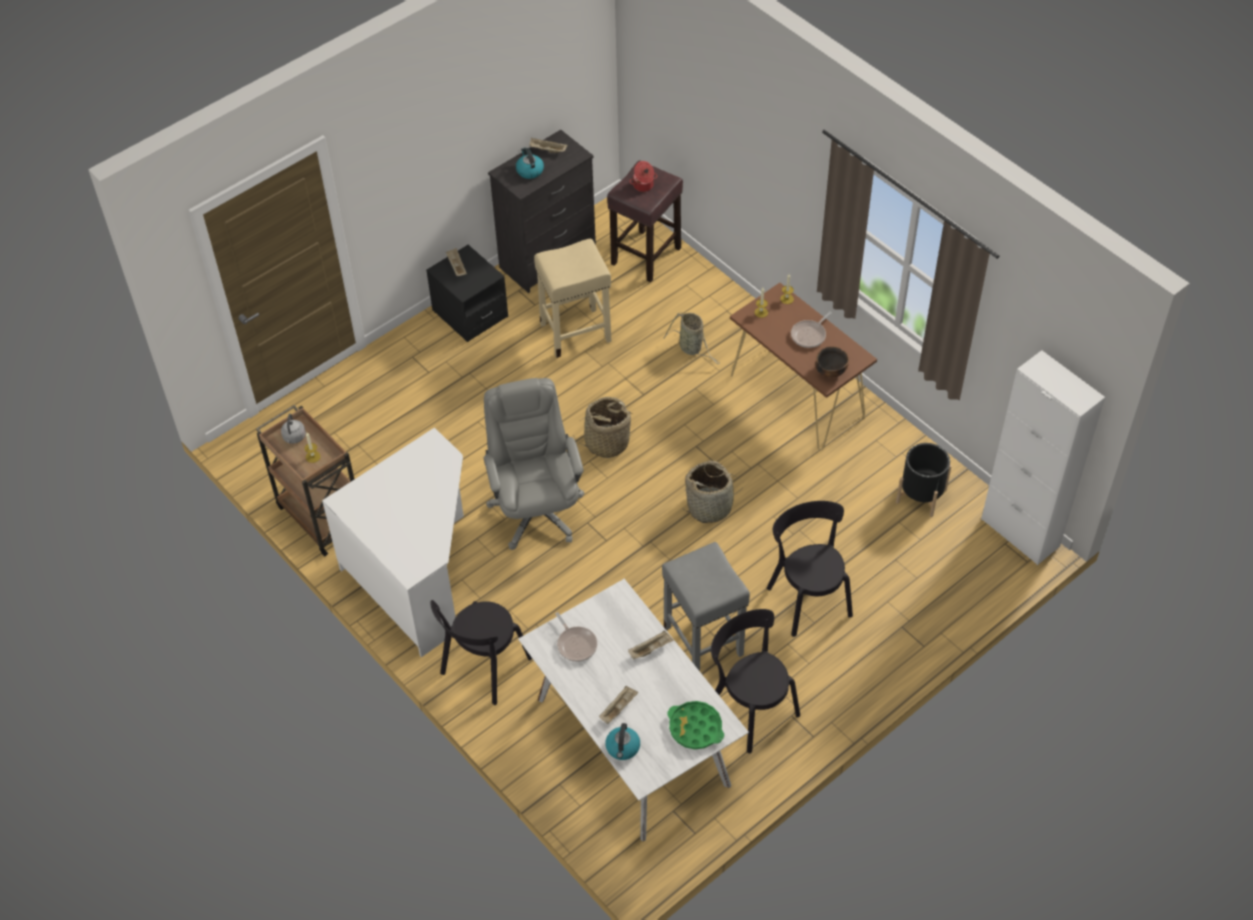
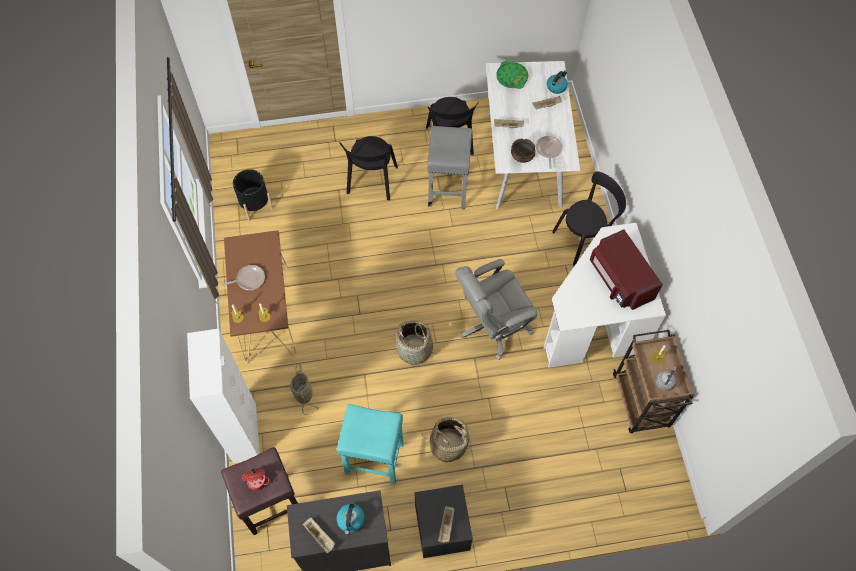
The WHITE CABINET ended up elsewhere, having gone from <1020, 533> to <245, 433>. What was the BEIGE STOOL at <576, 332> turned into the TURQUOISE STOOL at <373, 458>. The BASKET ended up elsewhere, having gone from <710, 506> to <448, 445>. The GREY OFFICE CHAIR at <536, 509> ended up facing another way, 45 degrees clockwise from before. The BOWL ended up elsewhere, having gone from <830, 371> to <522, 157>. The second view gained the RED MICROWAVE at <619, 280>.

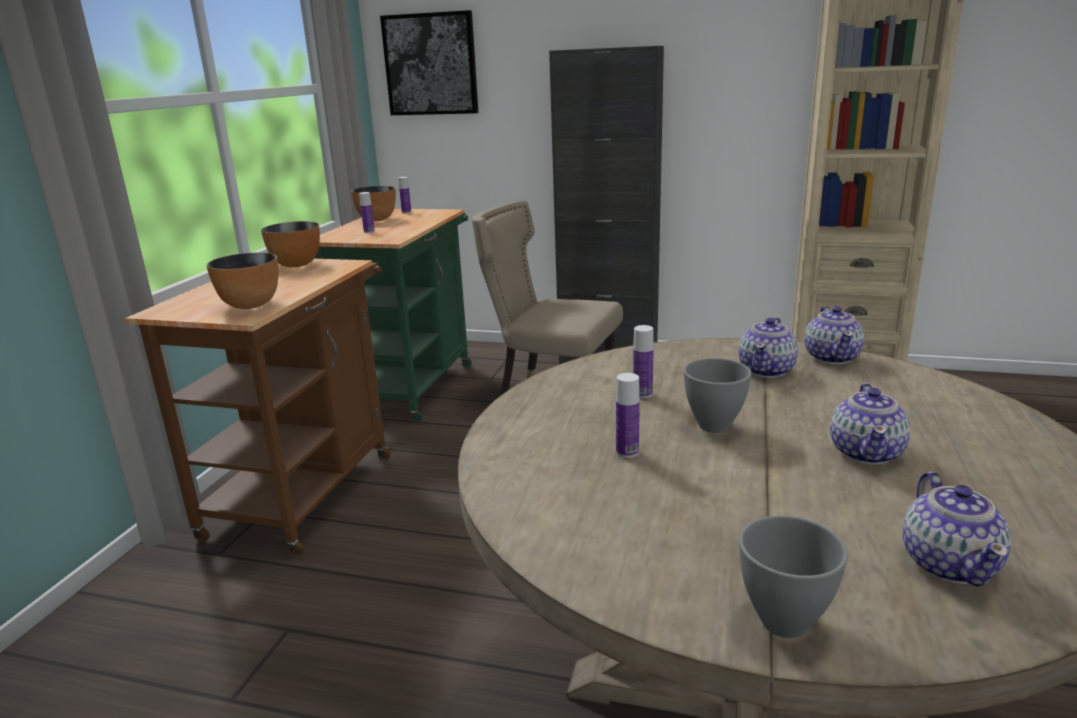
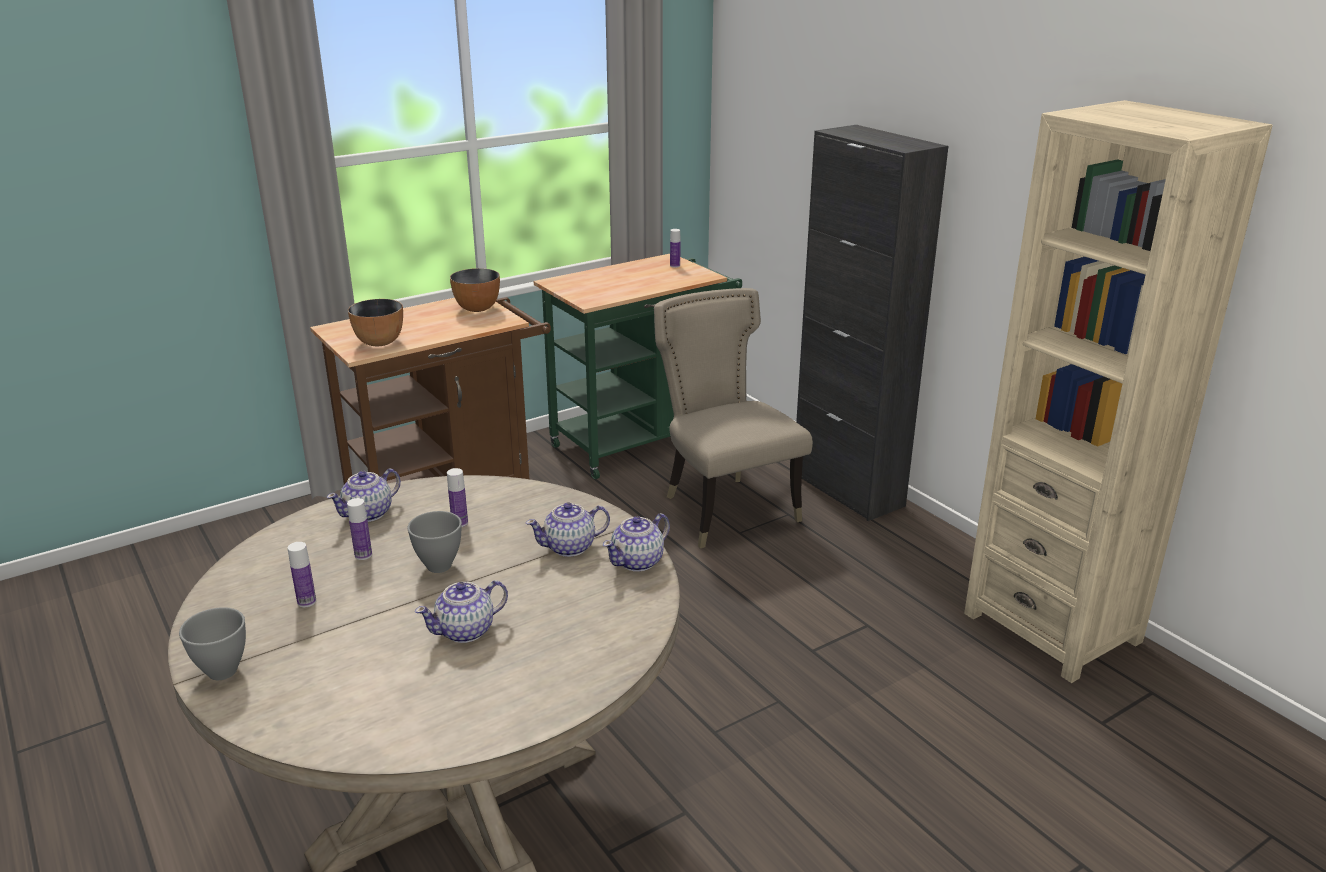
The BOTTLE ended up elsewhere, having gone from <369, 231> to <306, 602>. The TEAPOT ended up elsewhere, having gone from <949, 564> to <369, 513>. The second view lost the BOWL at <376, 219>. The second view lost the PICTURE at <431, 64>.

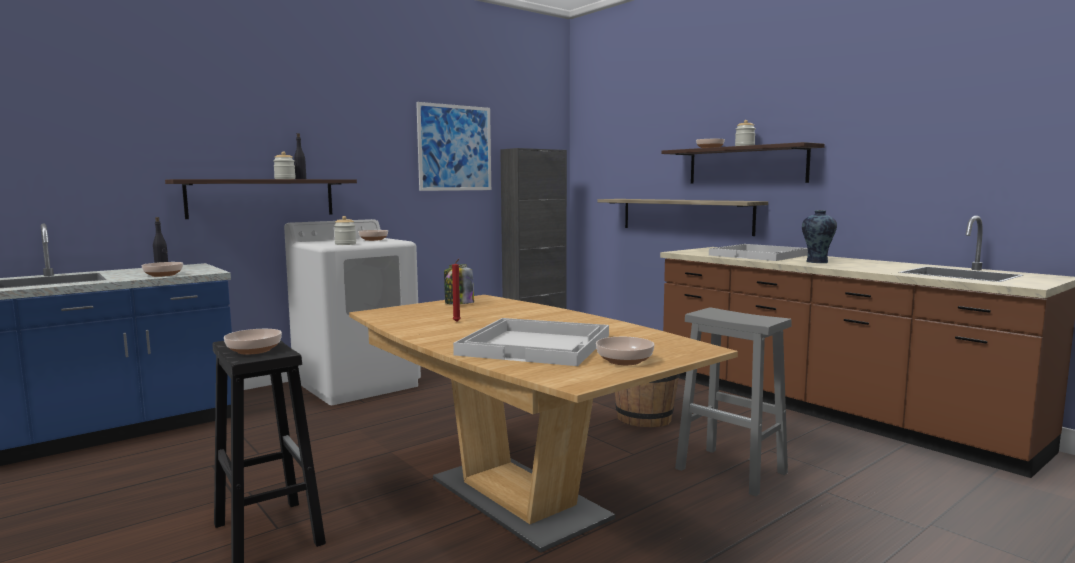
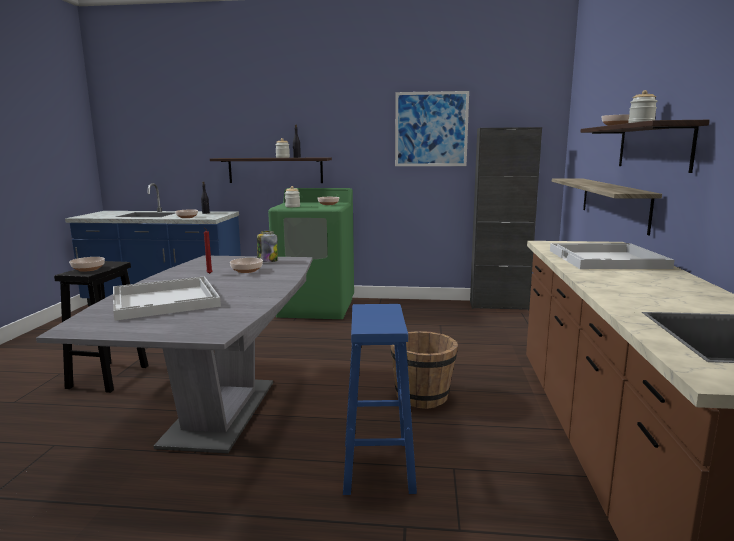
What was the BROWN DINING TABLE at <518, 498> turned into the GREY DINING TABLE at <220, 413>. The BOWL ended up elsewhere, having gone from <624, 361> to <246, 270>. What was the WHITE WASHING MACHINE at <357, 384> turned into the GREEN WASHING MACHINE at <316, 307>. What was the GREY STOOL at <732, 471> turned into the BLUE STOOL at <378, 467>. The second view lost the VASE at <817, 262>.

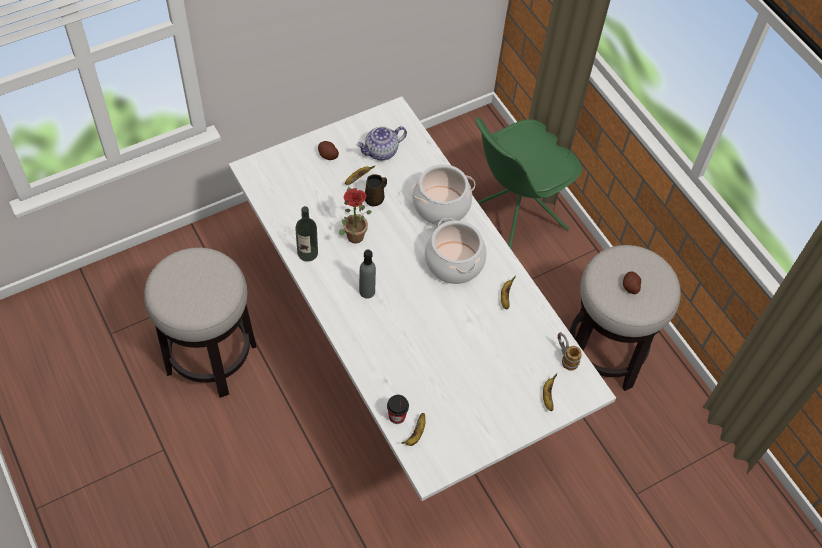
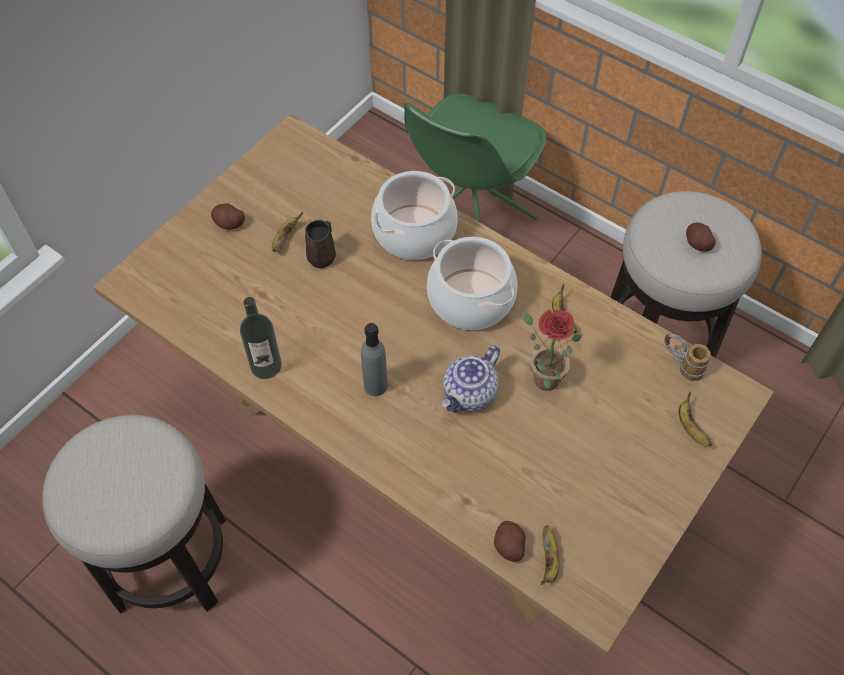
What was the WHITE DINING TABLE at <405, 355> turned into the BROWN DINING TABLE at <423, 448>. The TEAPOT ended up elsewhere, having gone from <381, 152> to <470, 394>. Where the CUP stood at <397, 416>, the POTATO came to stand at <509, 546>. The POTTED PLANT ended up elsewhere, having gone from <353, 234> to <541, 377>.

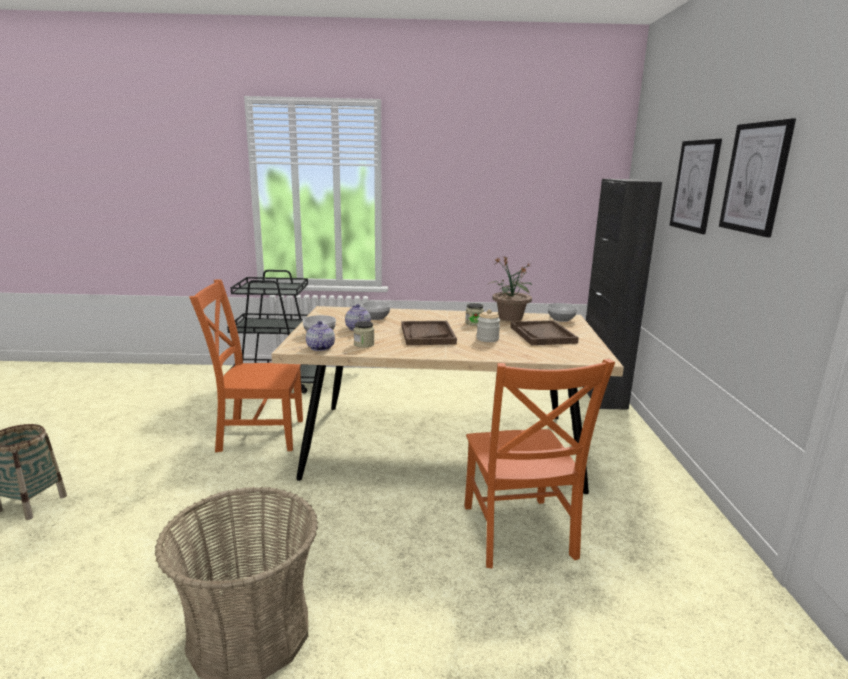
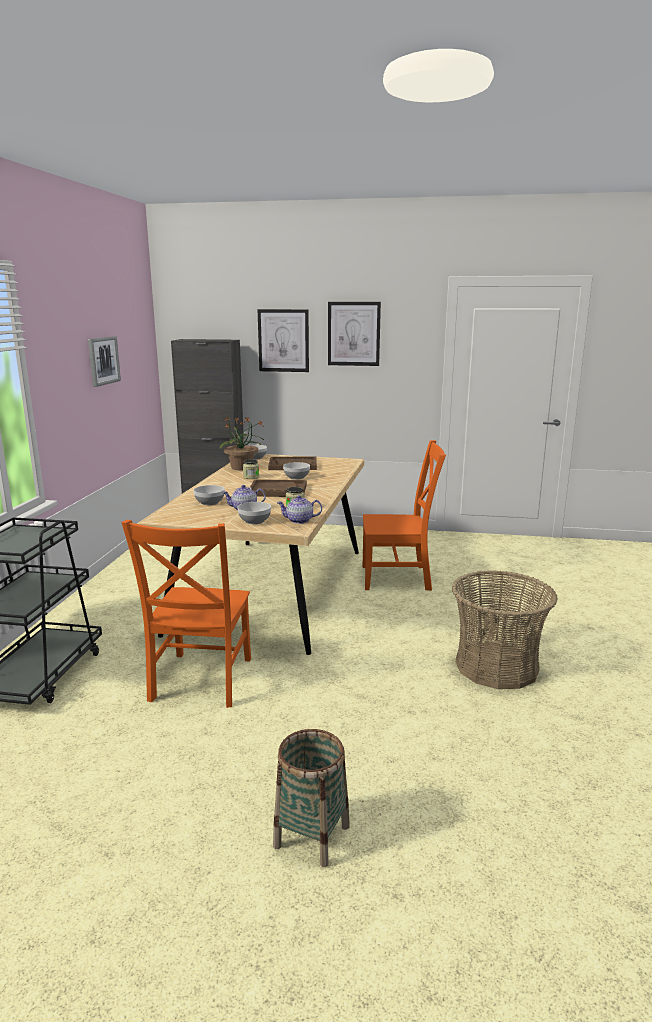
The second view gained the PICTURE at <103, 360>. Where the JAR stood at <487, 339>, the BOWL came to stand at <297, 477>.

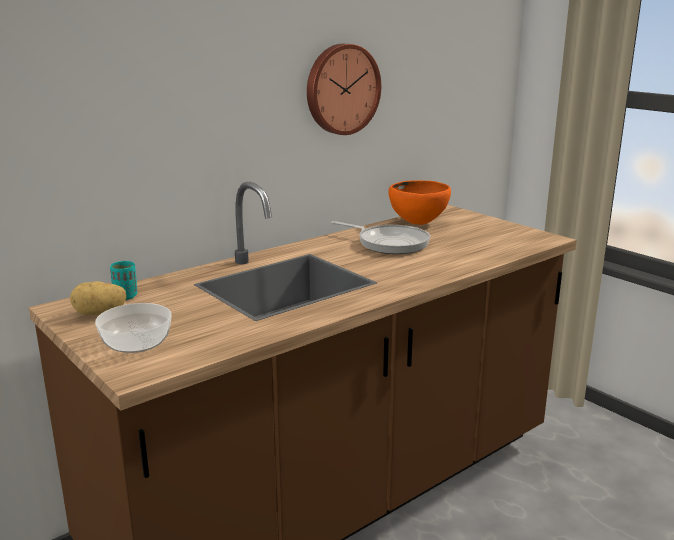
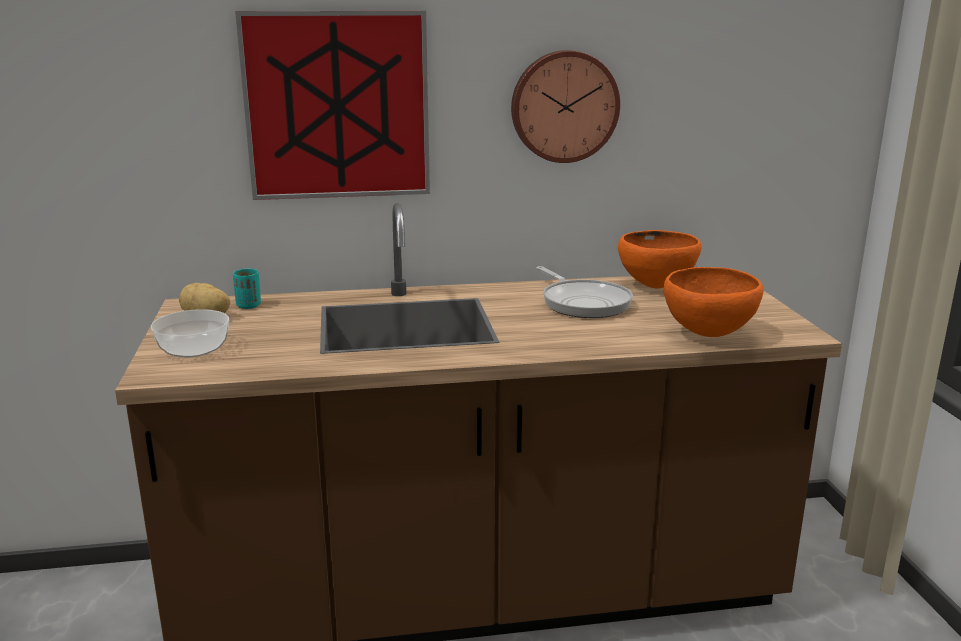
The second view gained the PICTURE at <337, 106>. The second view gained the ORANGE BOWL at <708, 334>.

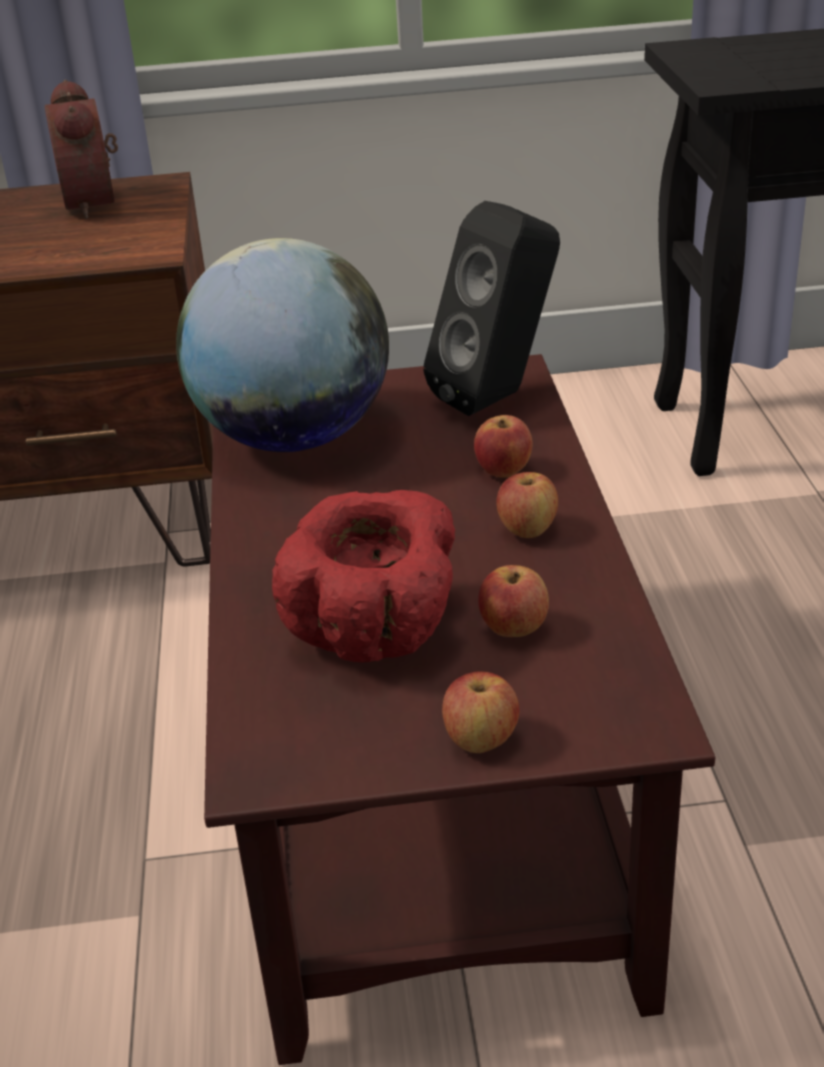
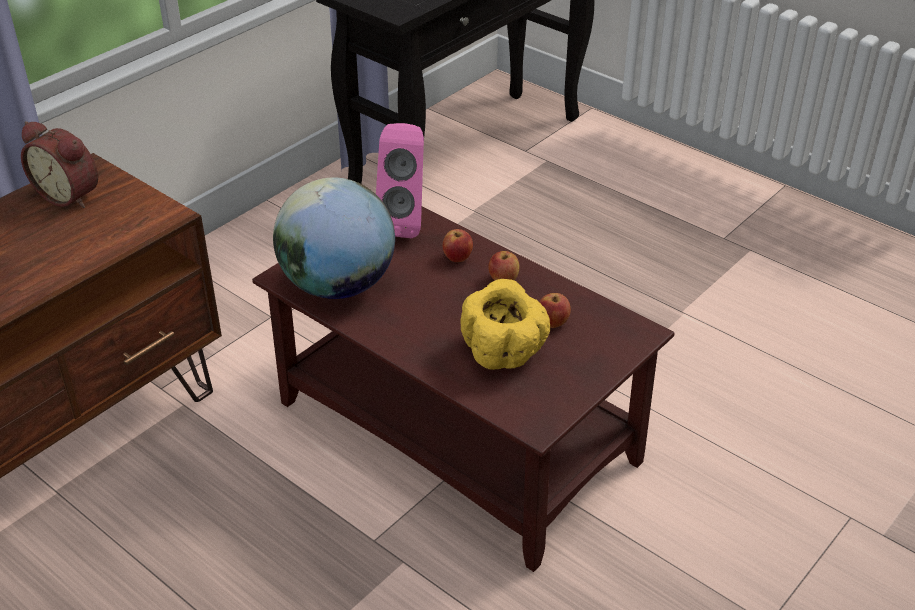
What was the BLACK SPEAKER at <499, 397> turned into the PINK SPEAKER at <405, 222>. What was the RED BOWL at <377, 631> turned into the YELLOW BOWL at <504, 351>. The second view lost the APPLE at <480, 740>.

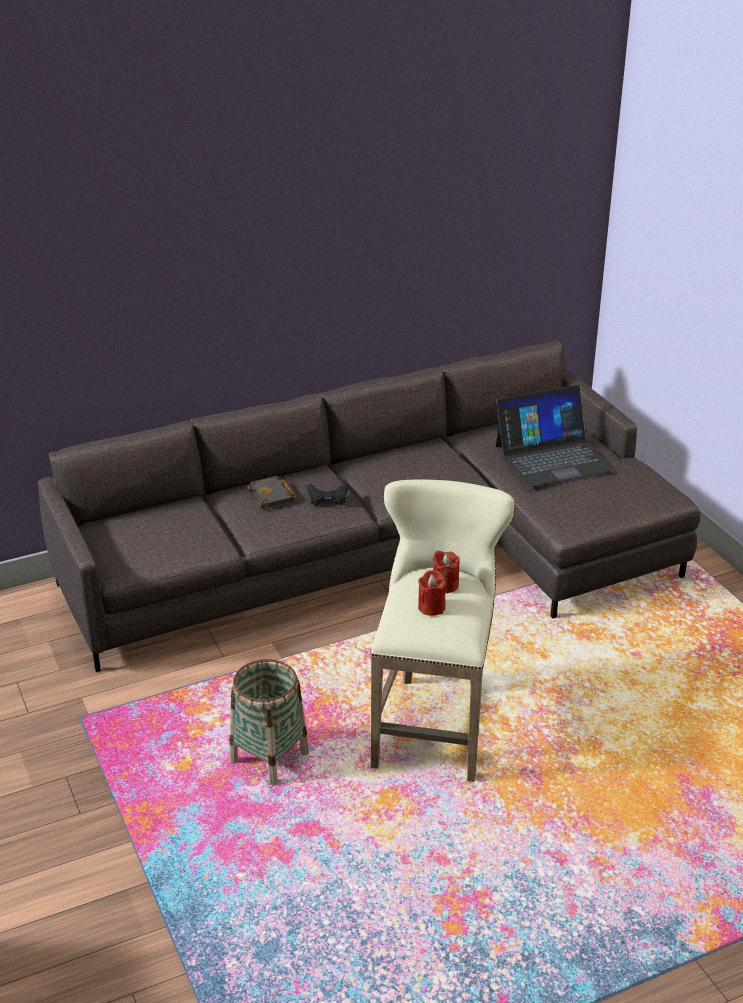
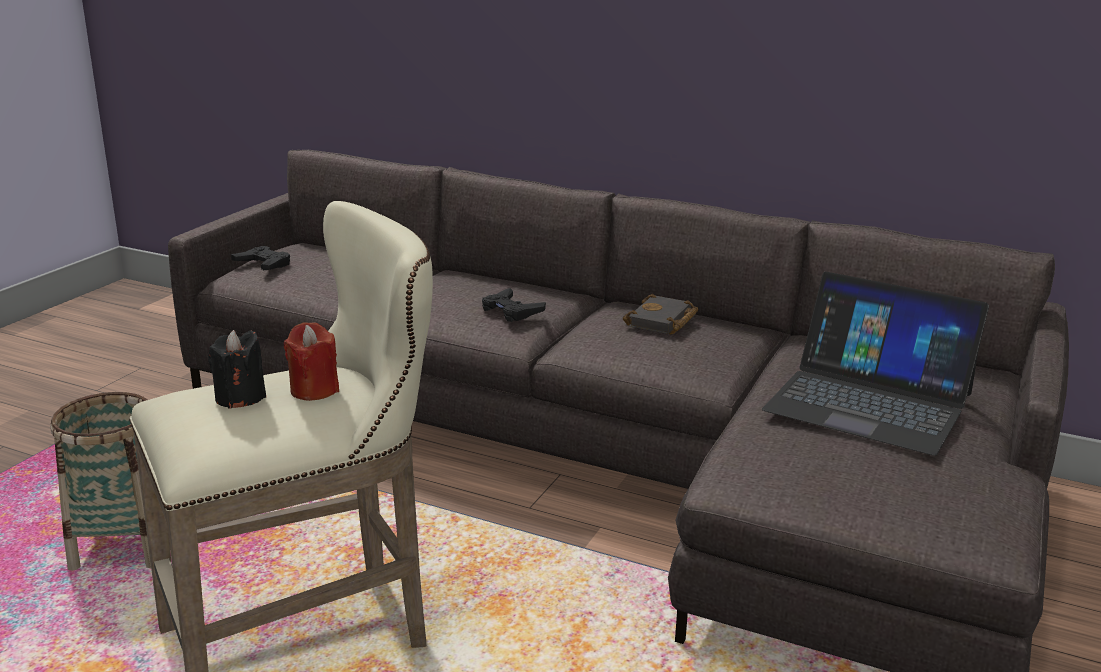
What was the RED CANDLE at <431, 607> turned into the BLACK CANDLE at <240, 397>. The second view gained the BLACK GAME CONTROLLER at <263, 264>. The BLACK BOOK ended up elsewhere, having gone from <273, 496> to <662, 322>.

